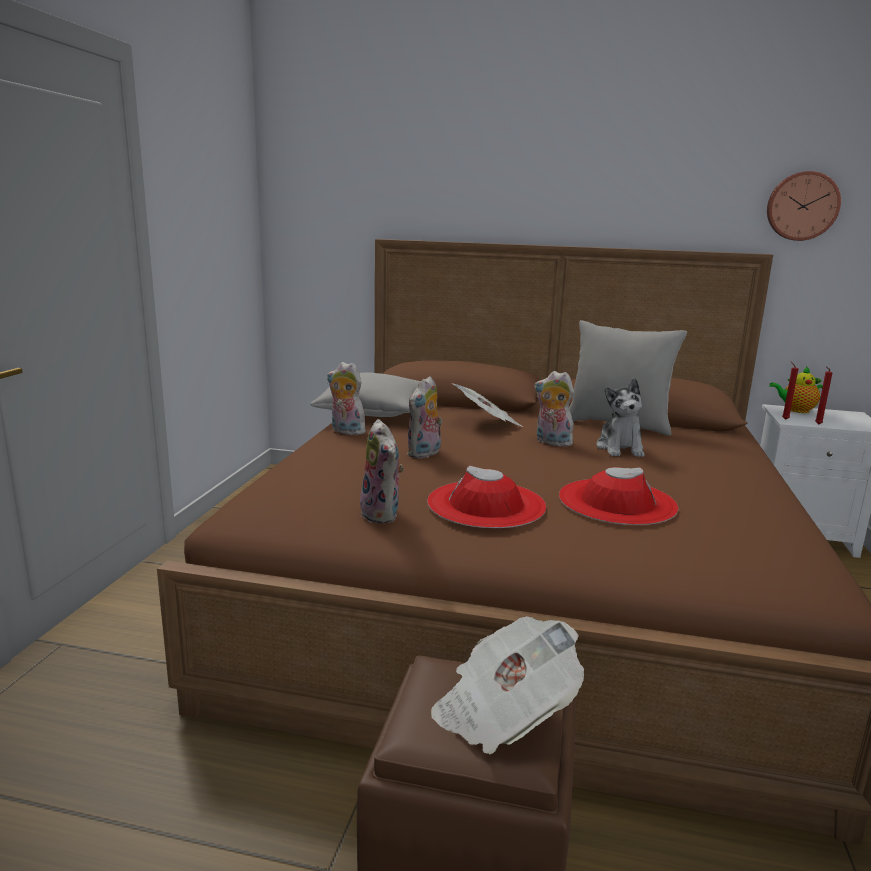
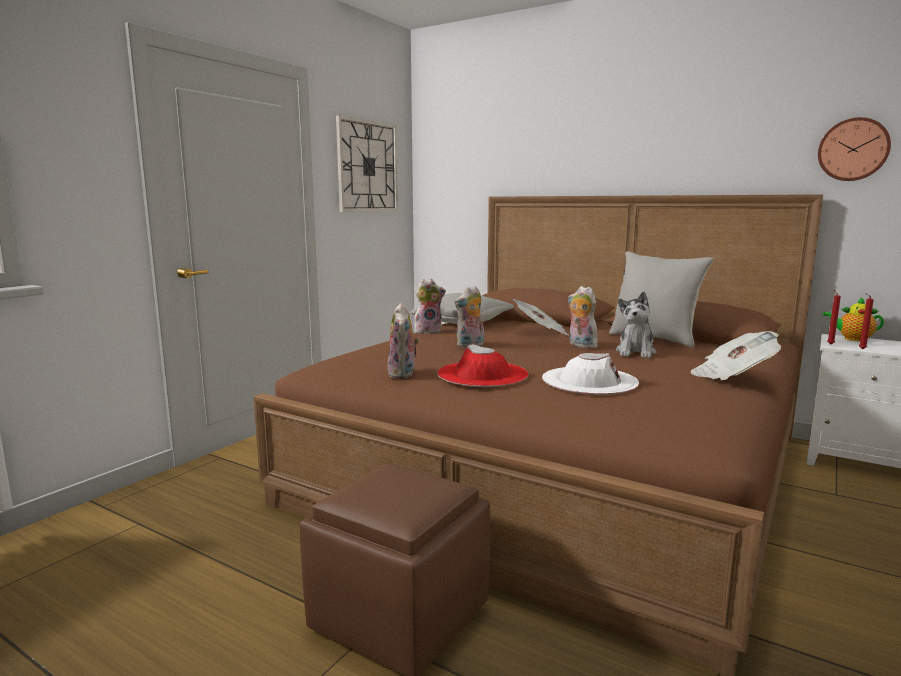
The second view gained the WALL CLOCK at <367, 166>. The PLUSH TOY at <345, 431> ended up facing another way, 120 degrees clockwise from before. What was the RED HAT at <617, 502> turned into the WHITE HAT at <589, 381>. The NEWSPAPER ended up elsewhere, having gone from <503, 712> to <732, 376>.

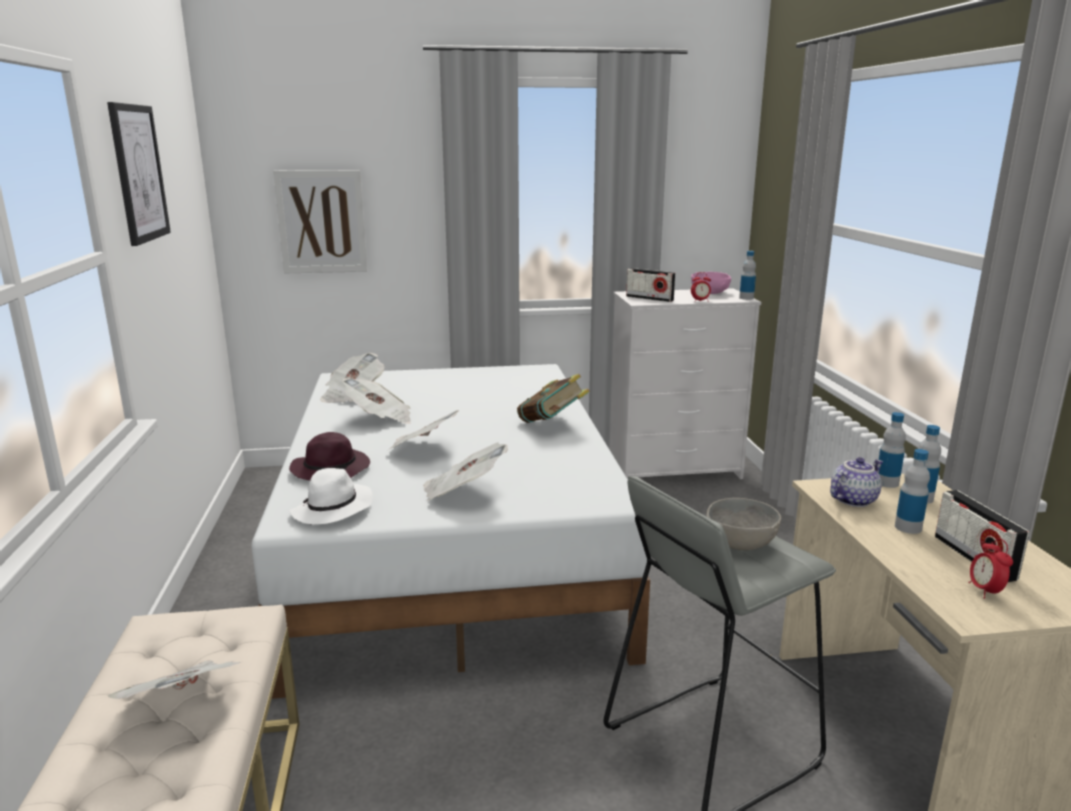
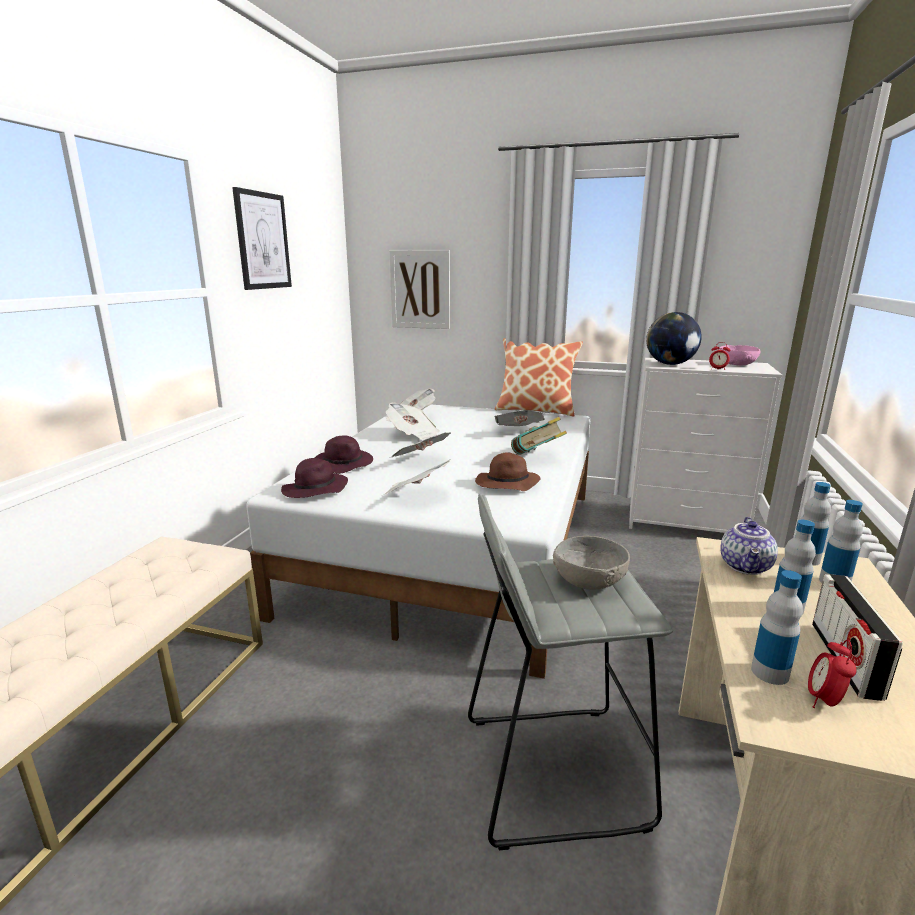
What was the WHITE HAT at <333, 510> turned into the PURPLE HAT at <315, 490>. The second view gained the BROWN HAT at <506, 484>. The NEWSPAPER ended up elsewhere, having gone from <185, 703> to <518, 432>. The second view gained the PILLOW at <536, 410>. Where the RADIO stood at <649, 298>, the GLOBE came to stand at <670, 364>. The TEAPOT at <852, 499> ended up facing another way, 120 degrees clockwise from before. The BOTTLE ended up elsewhere, having gone from <746, 298> to <769, 672>.

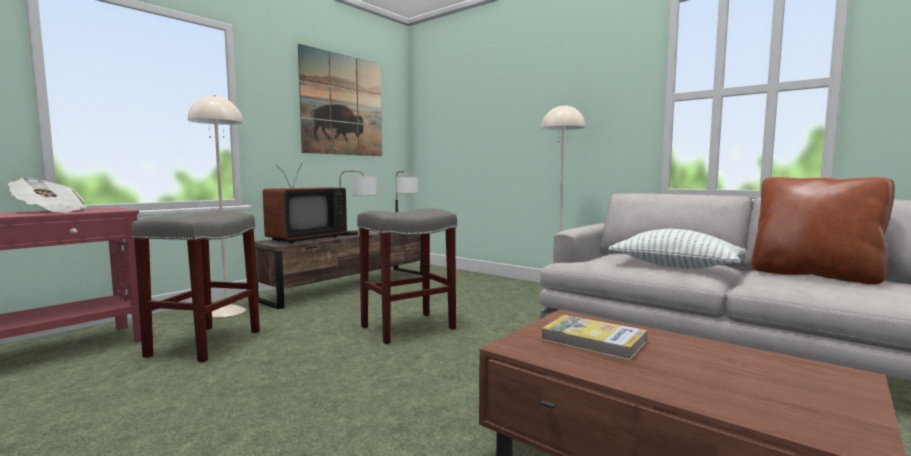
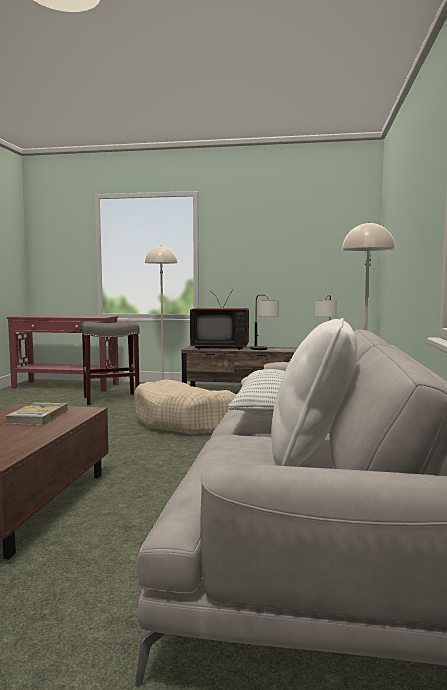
Where the GREY STOOL stood at <407, 328>, the BEIGE DOG BED came to stand at <187, 422>. What was the BROWN PILLOW at <813, 275> turned into the WHITE PILLOW at <313, 452>. The second view lost the NEWSPAPER at <50, 211>. The second view lost the PICTURE at <343, 105>.

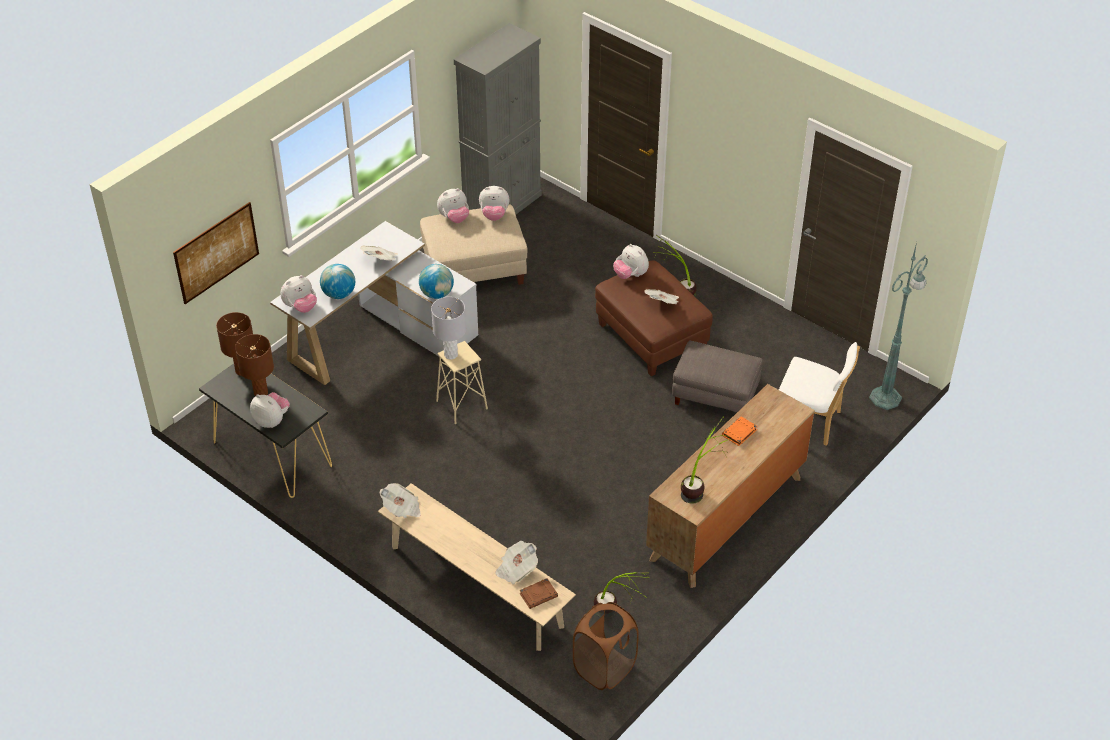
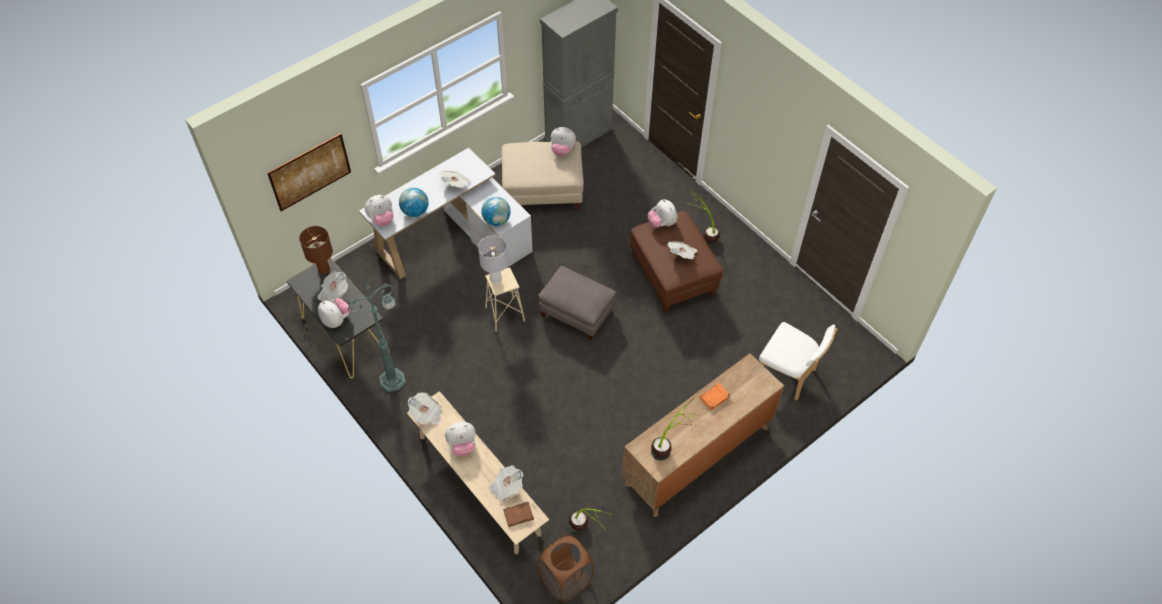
Where the BROWN TABLE LAMP stood at <261, 393>, the NEWSPAPER came to stand at <333, 293>. The GREEN FLOOR LAMP ended up elsewhere, having gone from <886, 397> to <394, 379>. The PLUSH TOY ended up elsewhere, having gone from <454, 218> to <462, 445>. The GREY OTTOMAN ended up elsewhere, having gone from <716, 395> to <577, 312>.

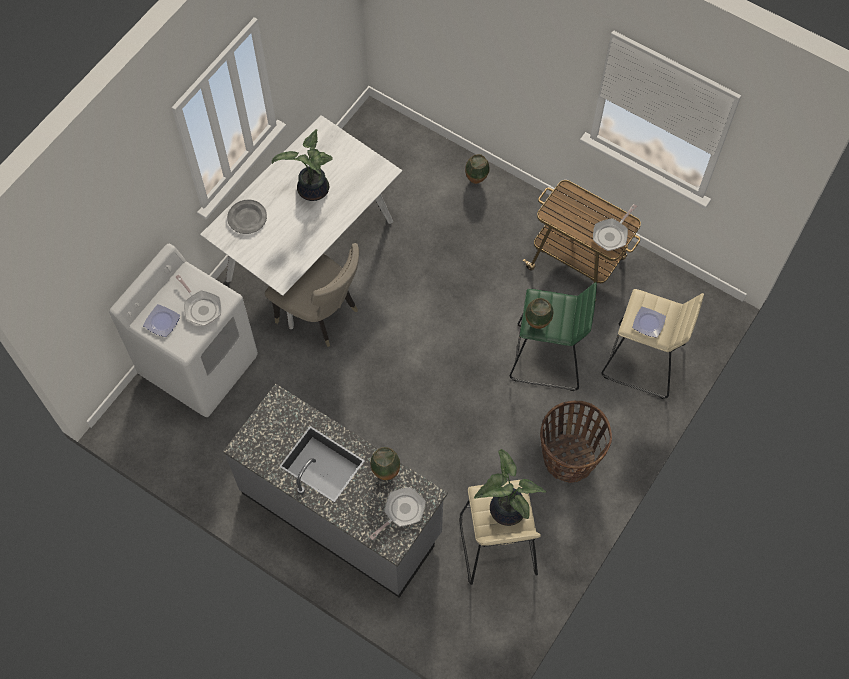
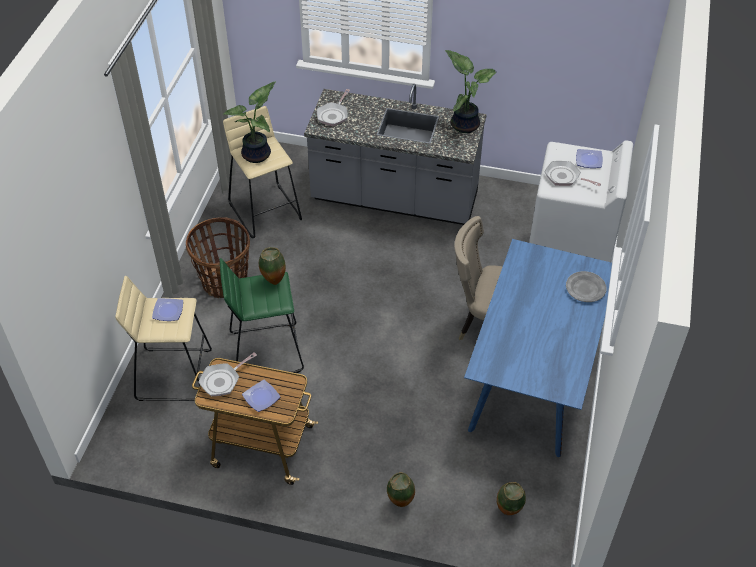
The FRYING PAN at <611, 234> ended up facing another way, 150 degrees counterclockwise from before. The second view gained the PLATE at <261, 398>. The POTTED PLANT ended up elsewhere, having gone from <312, 191> to <465, 124>. What was the WHITE DINING TABLE at <310, 249> turned into the BLUE DINING TABLE at <534, 378>. The VASE ended up elsewhere, having gone from <385, 473> to <508, 511>.

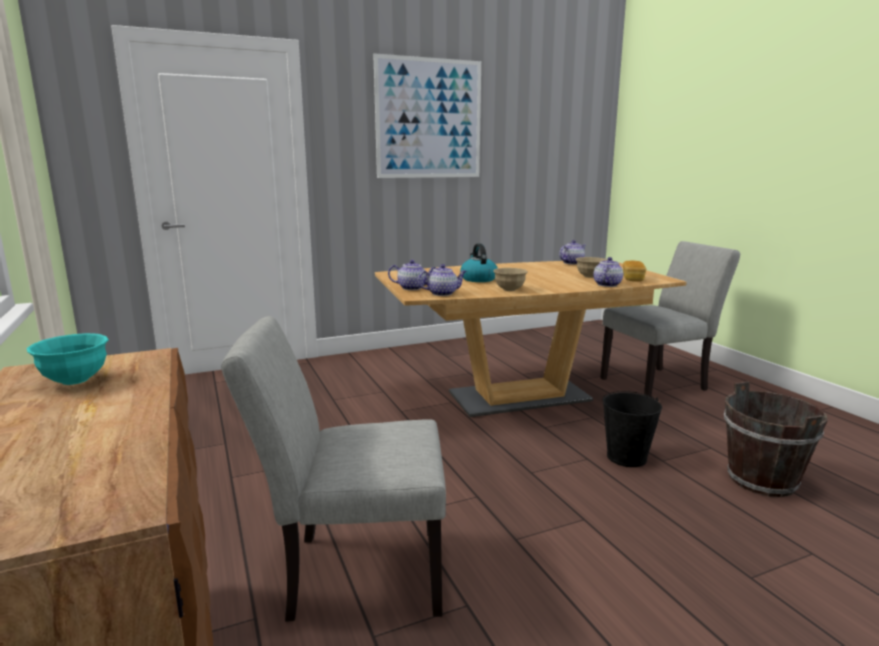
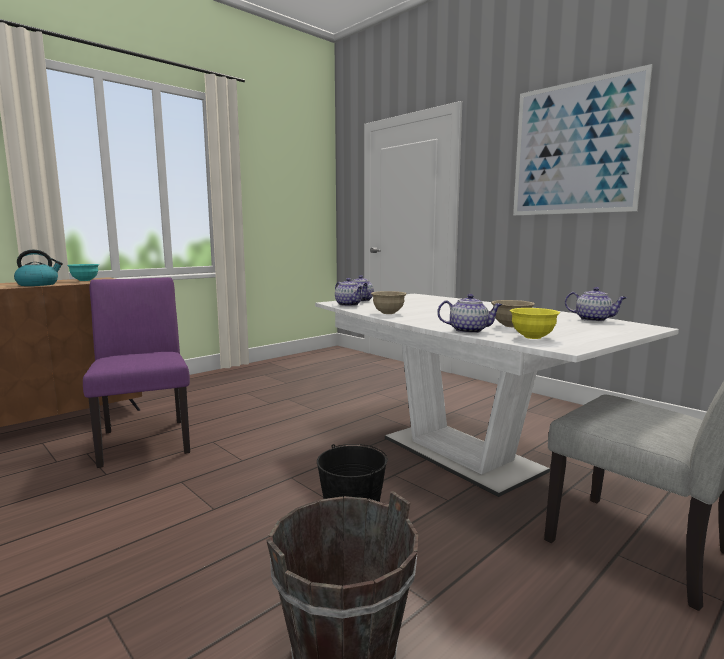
The KETTLE ended up elsewhere, having gone from <478, 279> to <38, 284>. What was the GREY CHAIR at <352, 573> turned into the PURPLE CHAIR at <145, 438>. What was the BROWN DINING TABLE at <519, 397> turned into the WHITE DINING TABLE at <461, 455>. Where the BREAD stood at <633, 279>, the YELLOW BOWL came to stand at <532, 337>.

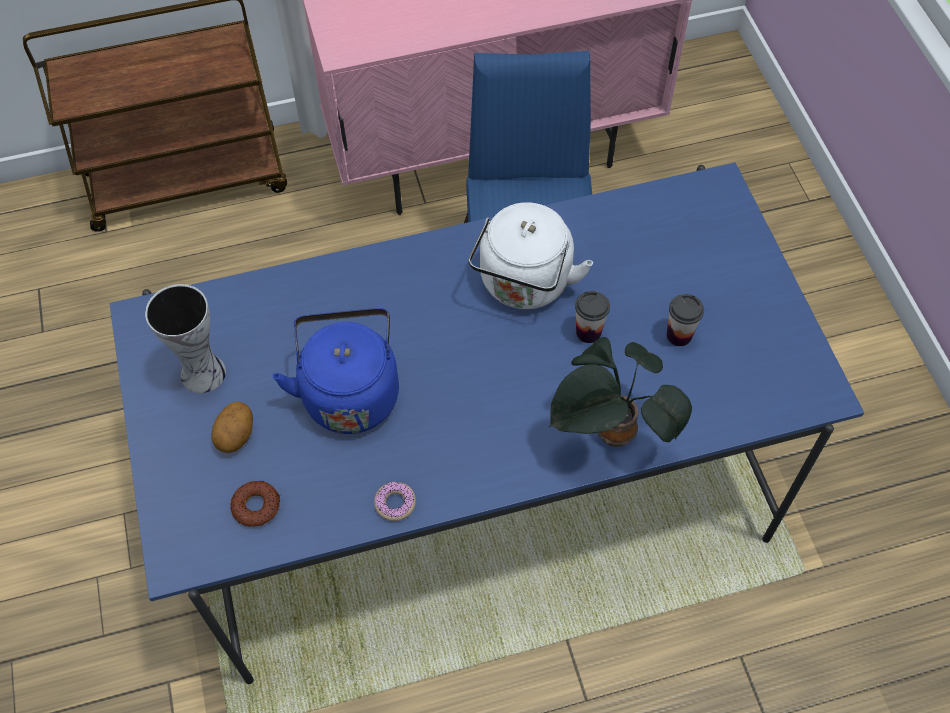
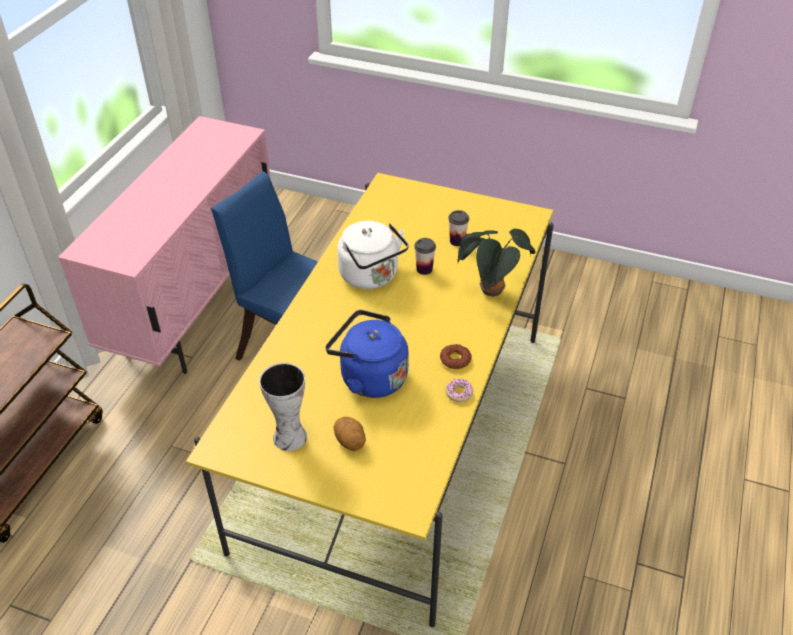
What was the BLUE DINING TABLE at <476, 479> turned into the YELLOW DINING TABLE at <396, 436>. The DONUT ended up elsewhere, having gone from <256, 506> to <455, 359>.

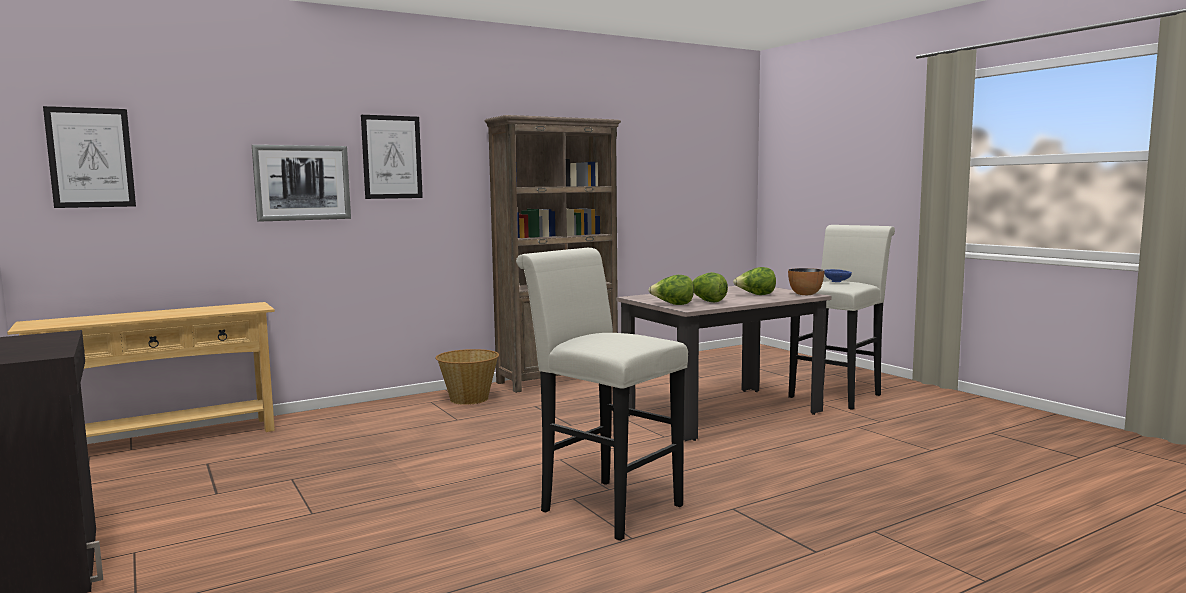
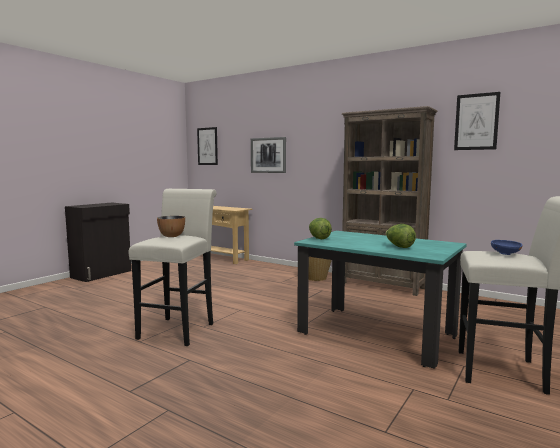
The BOWL ended up elsewhere, having gone from <805, 294> to <172, 236>. What was the BEIGE DINING TABLE at <722, 413> turned into the TURQUOISE DINING TABLE at <376, 334>. The PICTURE ended up elsewhere, having gone from <392, 157> to <476, 122>. The second view lost the LETTUCE at <707, 301>.

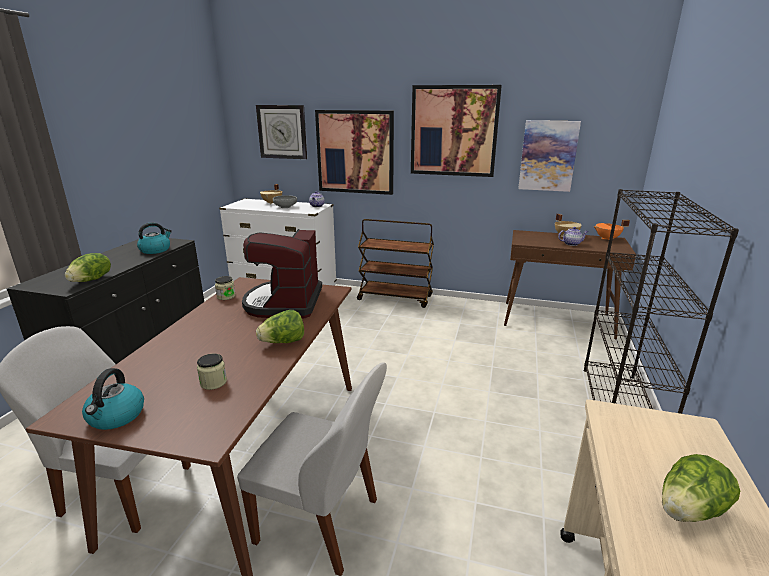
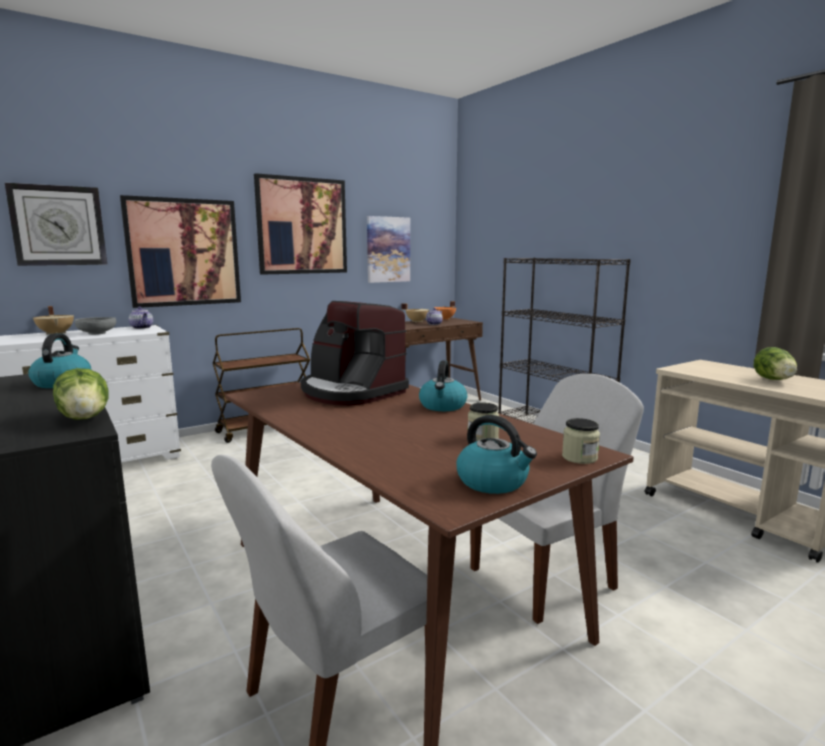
Where the LETTUCE stood at <283, 342>, the KETTLE came to stand at <443, 406>. The JAR ended up elsewhere, having gone from <226, 296> to <579, 457>.

